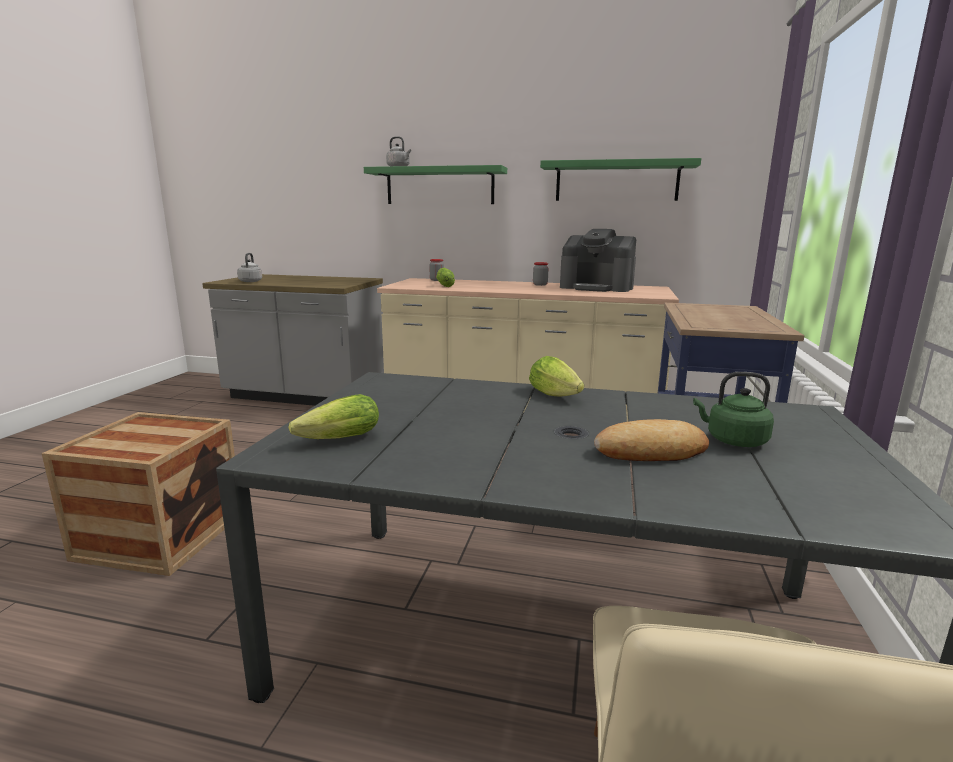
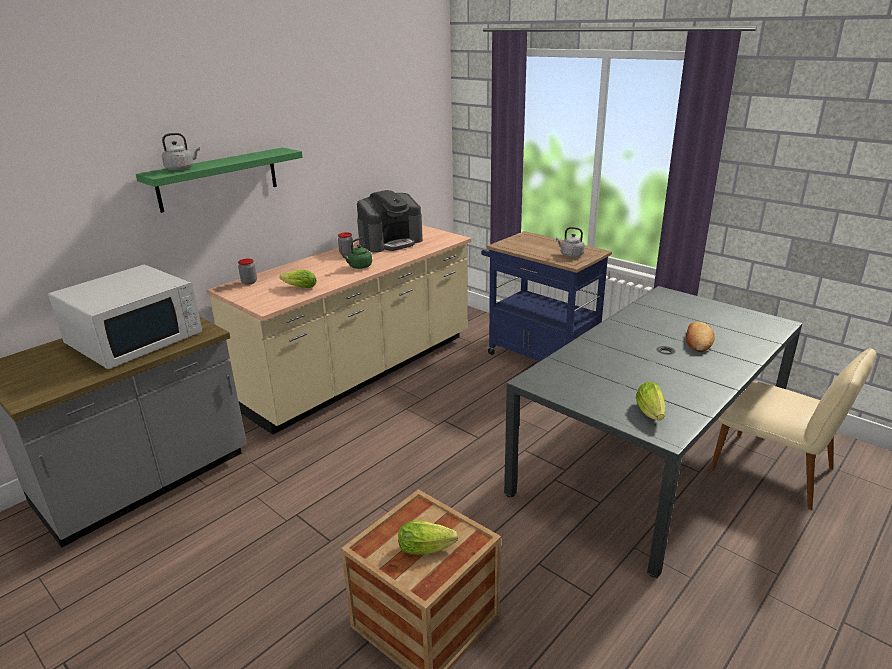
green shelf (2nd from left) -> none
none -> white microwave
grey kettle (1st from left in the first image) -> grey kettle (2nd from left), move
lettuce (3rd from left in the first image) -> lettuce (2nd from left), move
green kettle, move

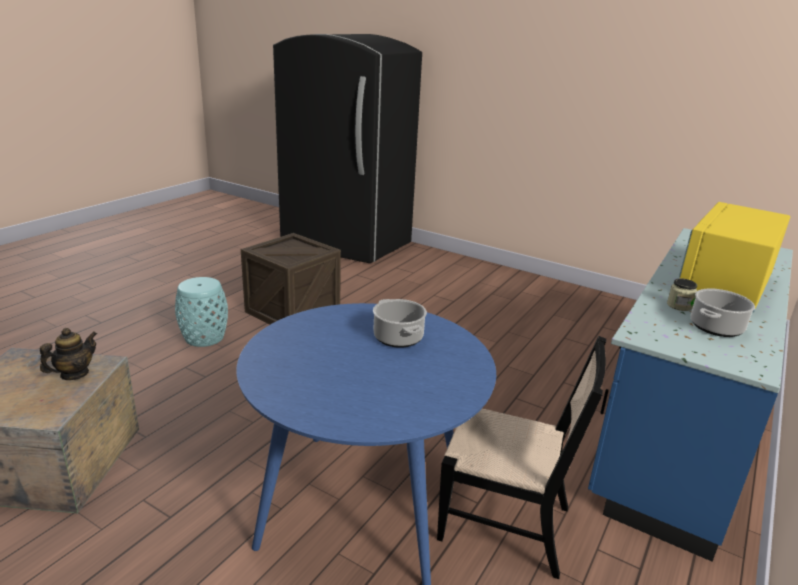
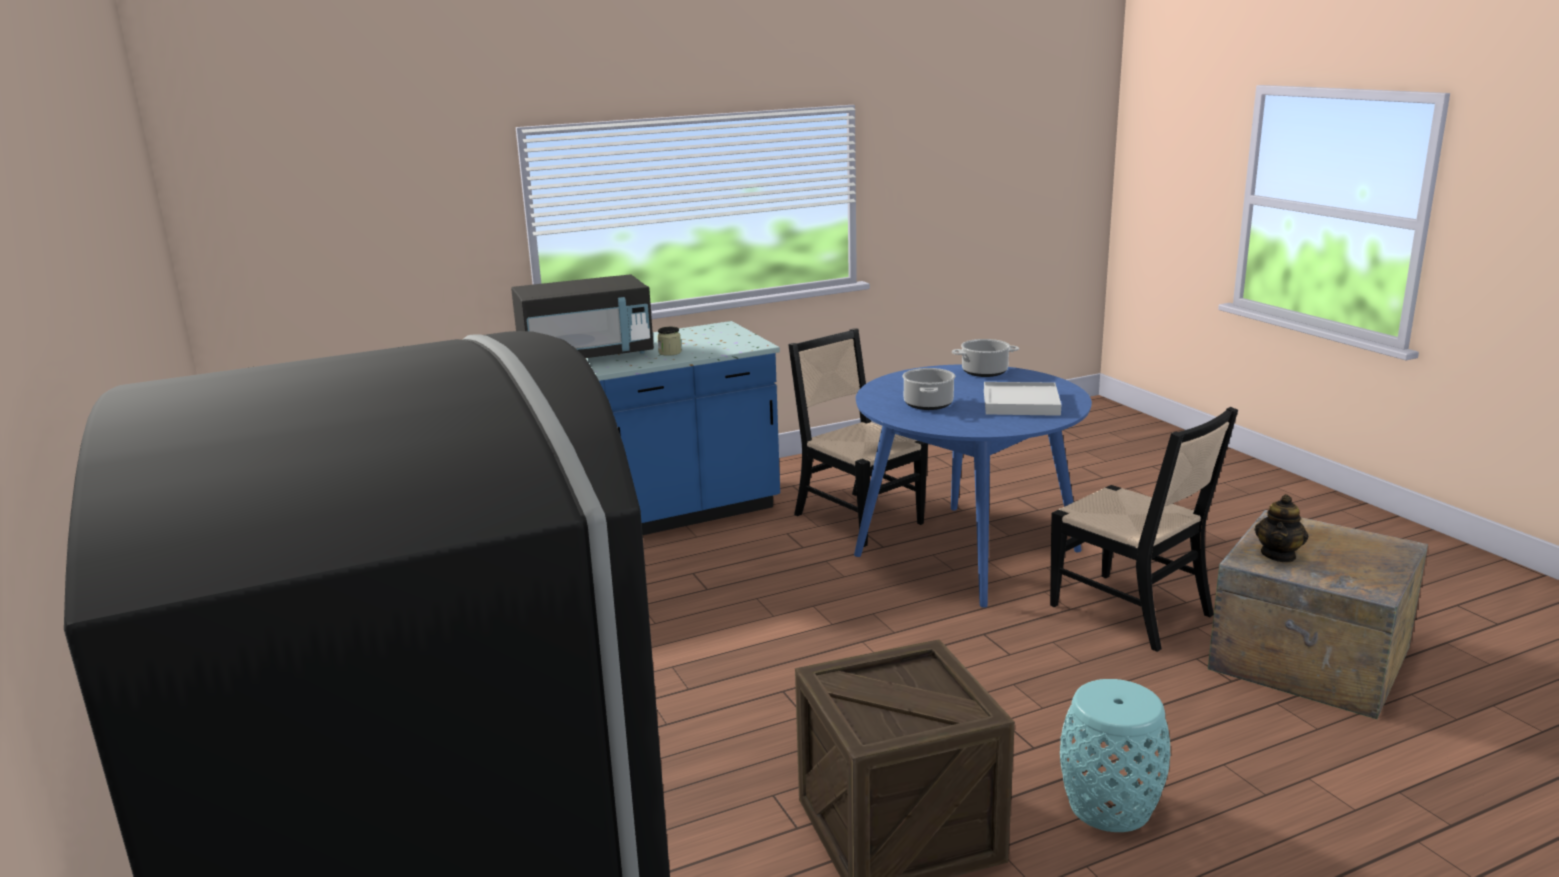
none -> white tray
none -> chair (2nd from left)
cooking pot (2nd from left), move
yellow microwave -> black microwave
teapot, 45 degrees counterclockwise

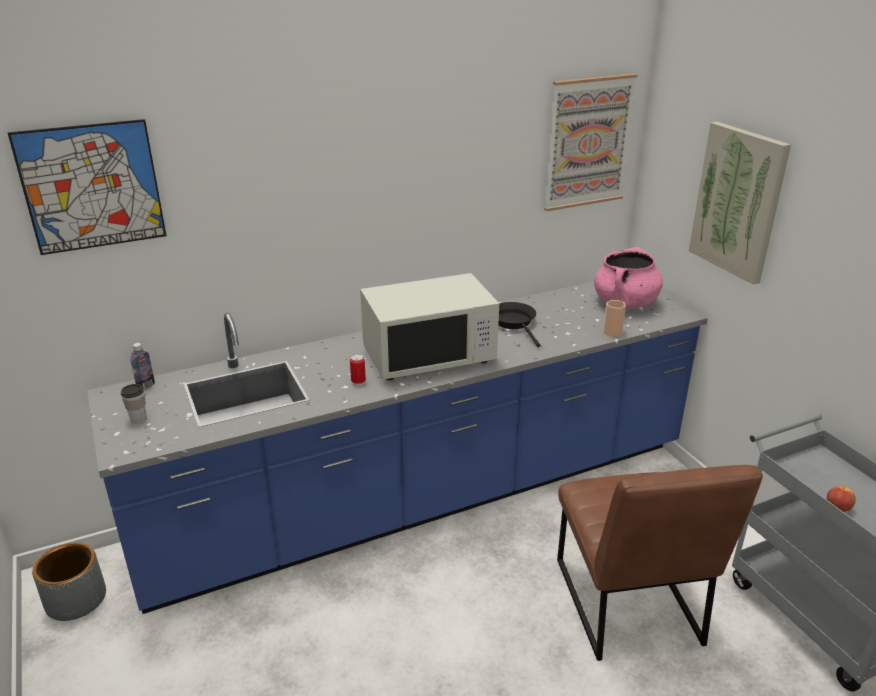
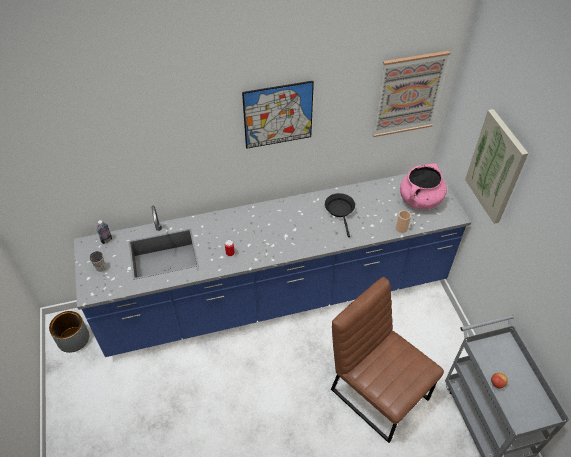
white microwave -> none
picture (1st from left), move
brown chair, 135 degrees clockwise

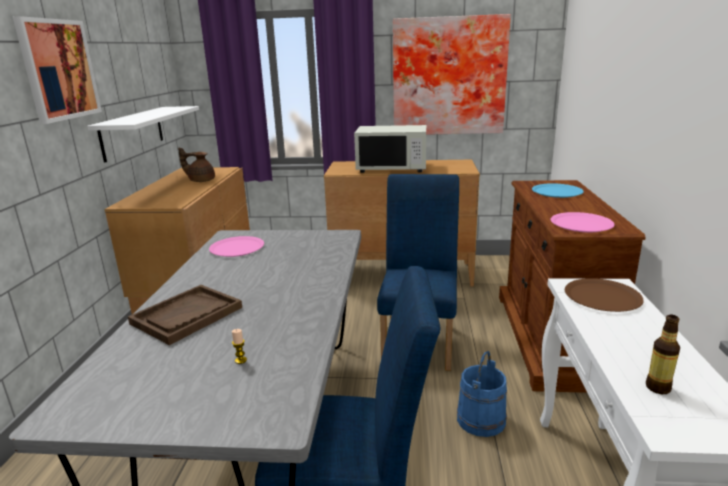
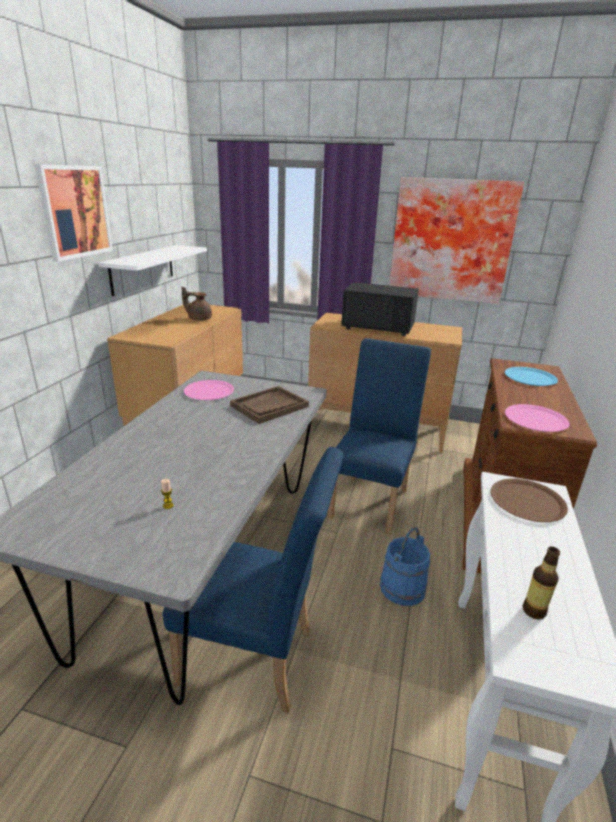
brown tray, move
white microwave -> black microwave

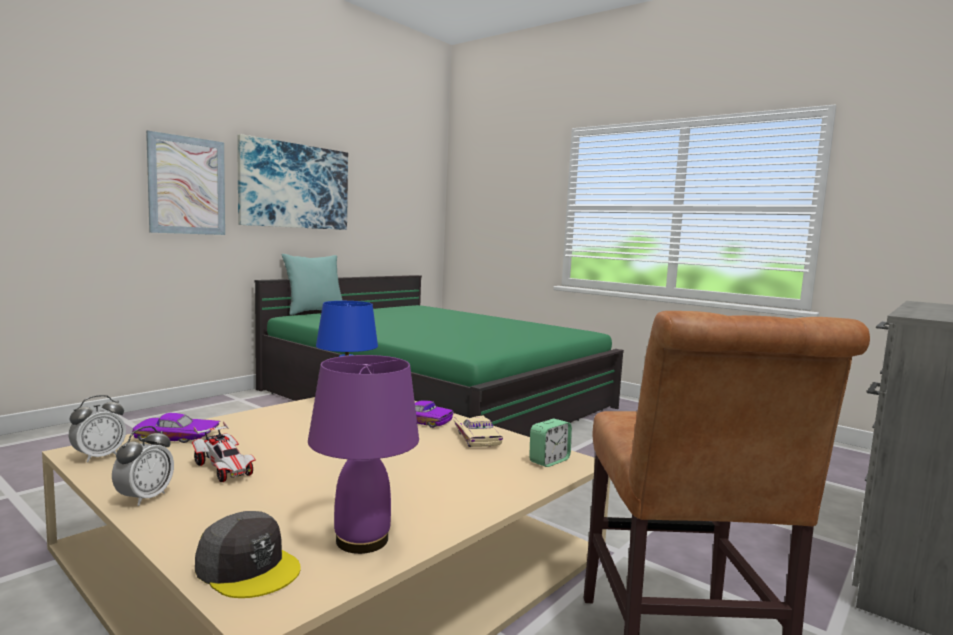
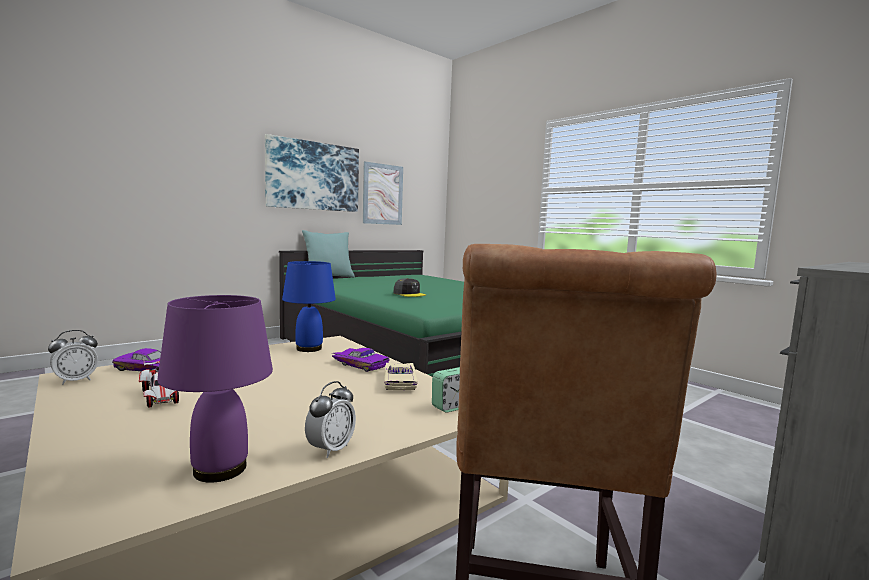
alarm clock (2nd from left), move
picture (1st from left in the first image) -> picture (2nd from left), move
grey cap, move

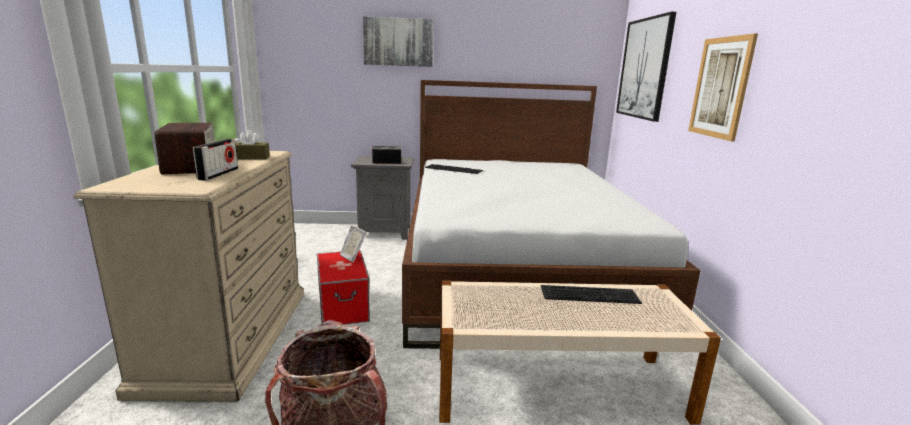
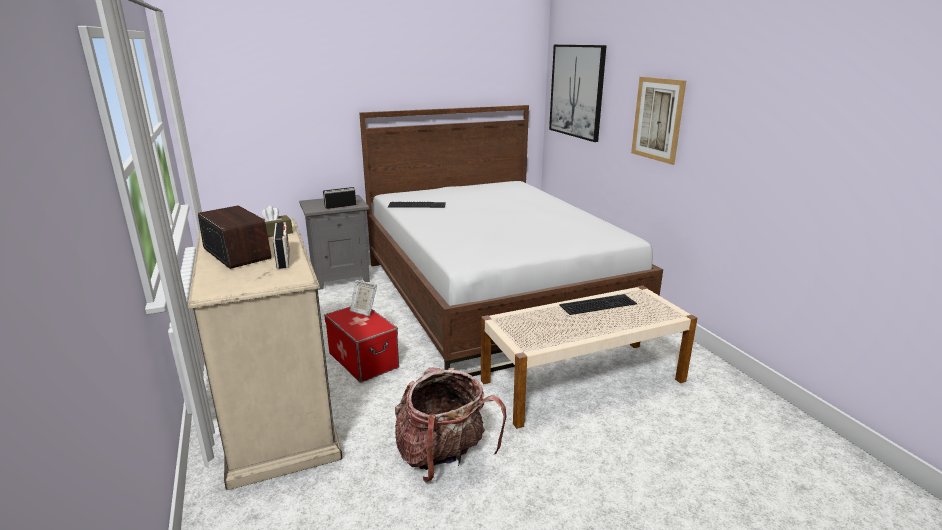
picture (1st from left) -> none

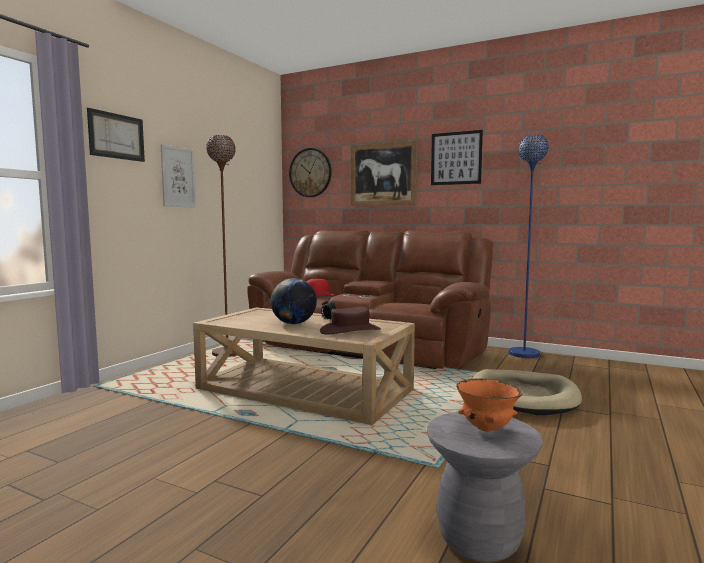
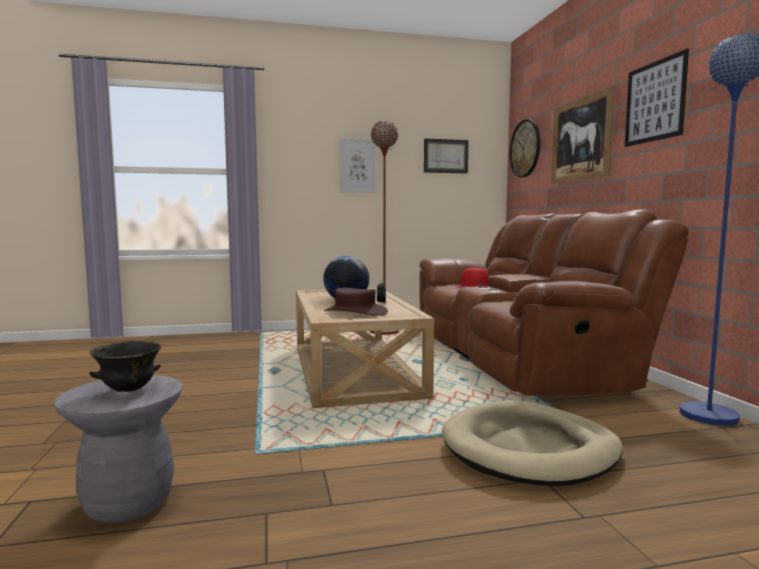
picture (1st from left in the first image) -> picture (2nd from left), move
orange bowl -> black bowl

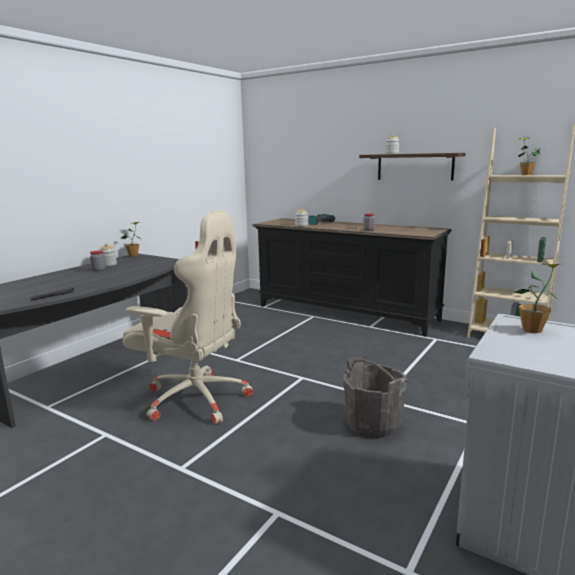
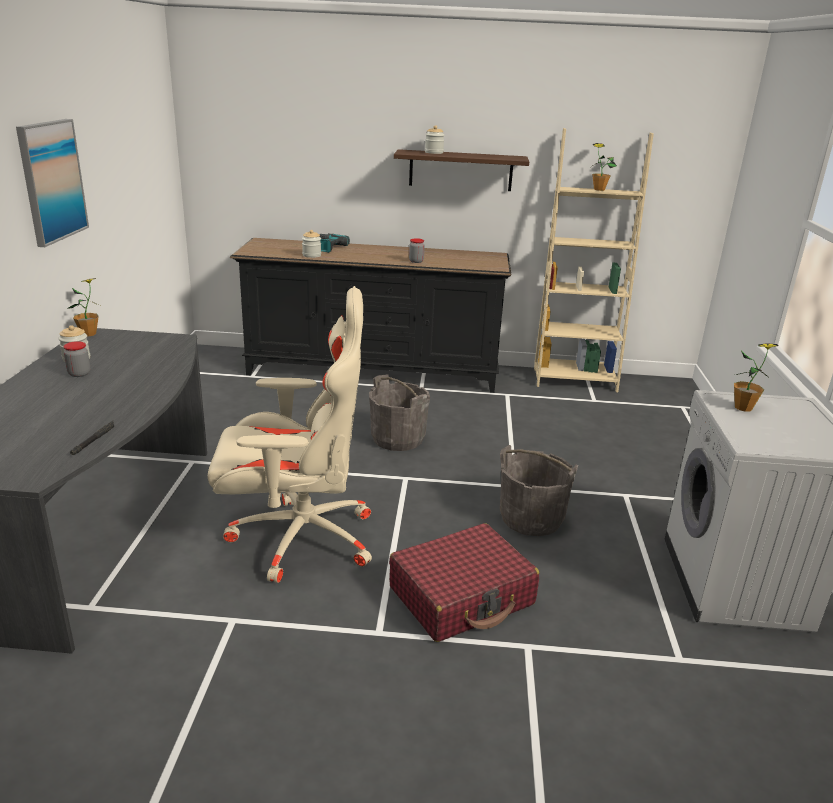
none -> picture
none -> grey bucket (1st from left)
none -> red suitcase

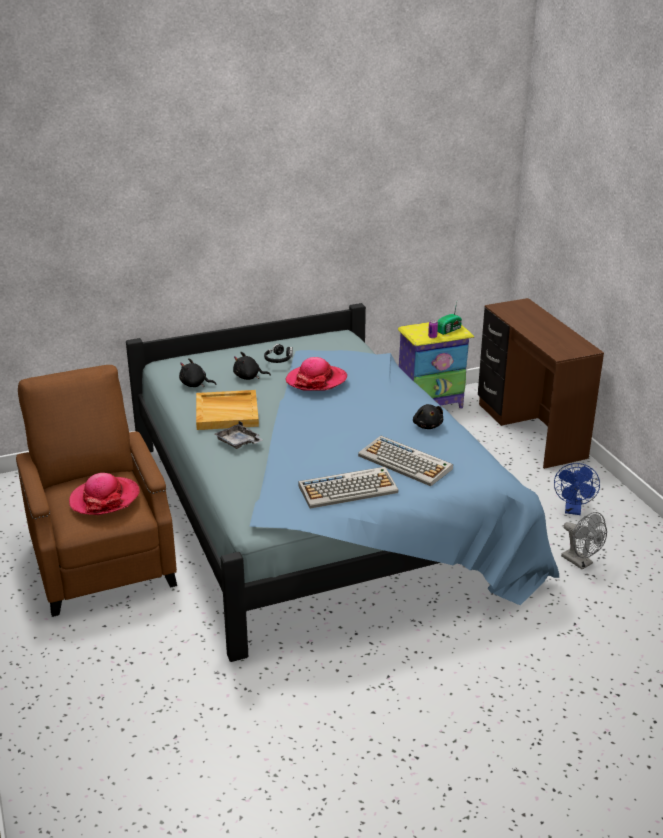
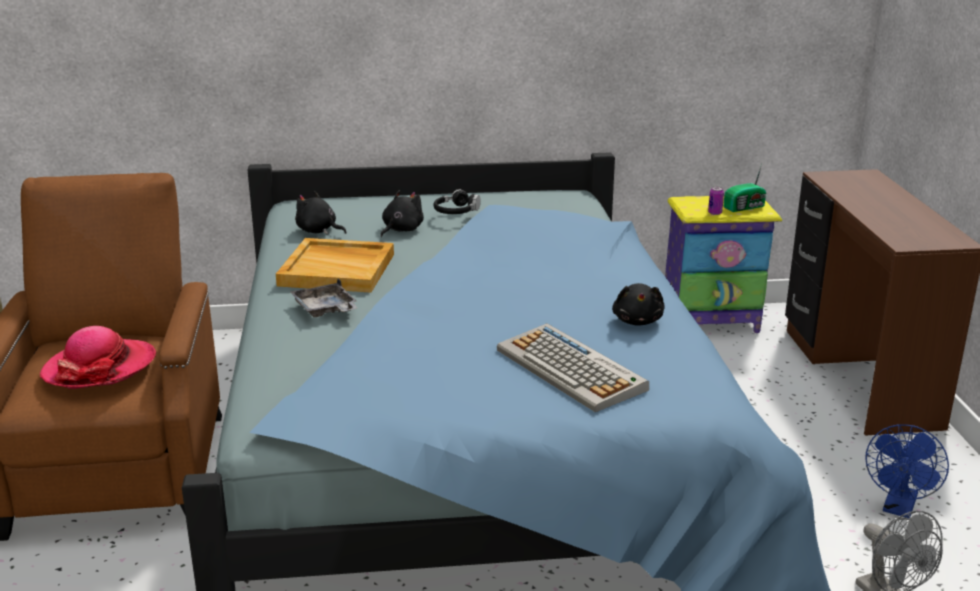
hat (2nd from left) -> none
keyboard (1st from left) -> none
black plush toy (2nd from left), 105 degrees clockwise

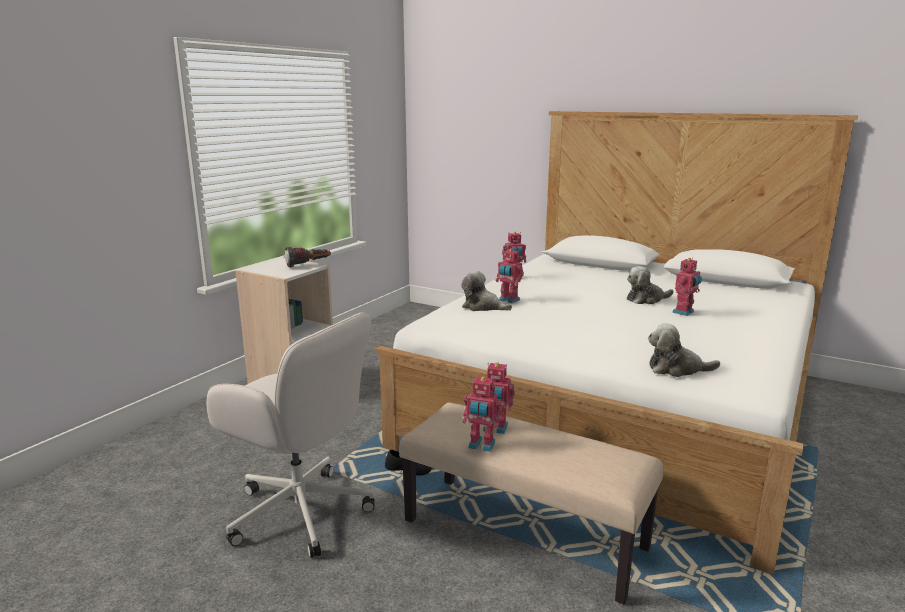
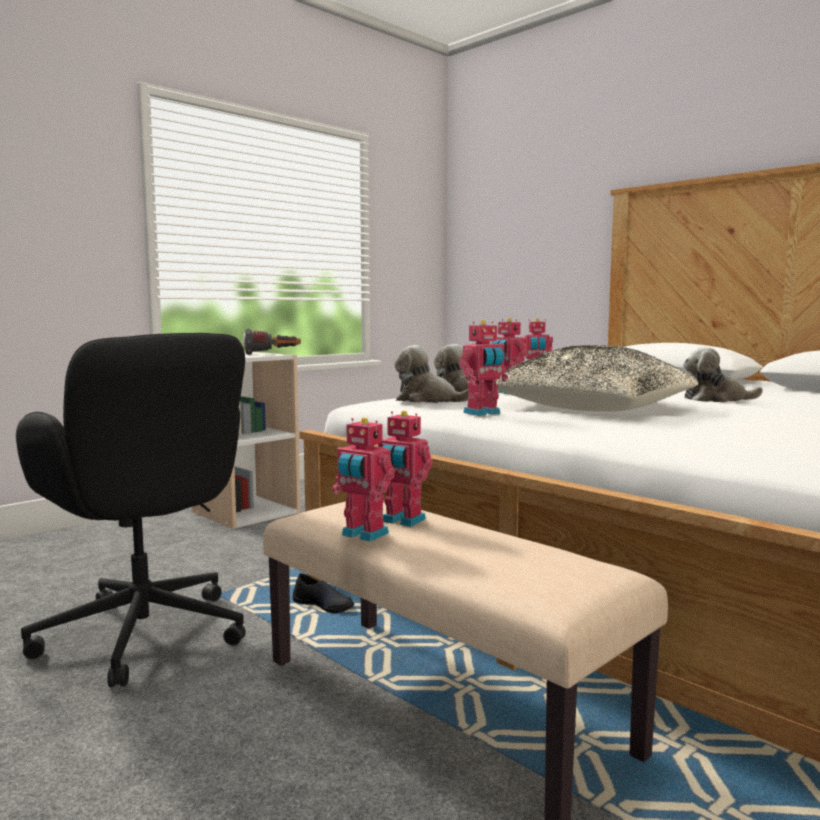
none -> beige pillow
plush toy (3rd from left in the first image) -> plush toy (1st from left), move
toy robot (5th from left in the first image) -> toy robot (3rd from left), move
white office chair -> black office chair

